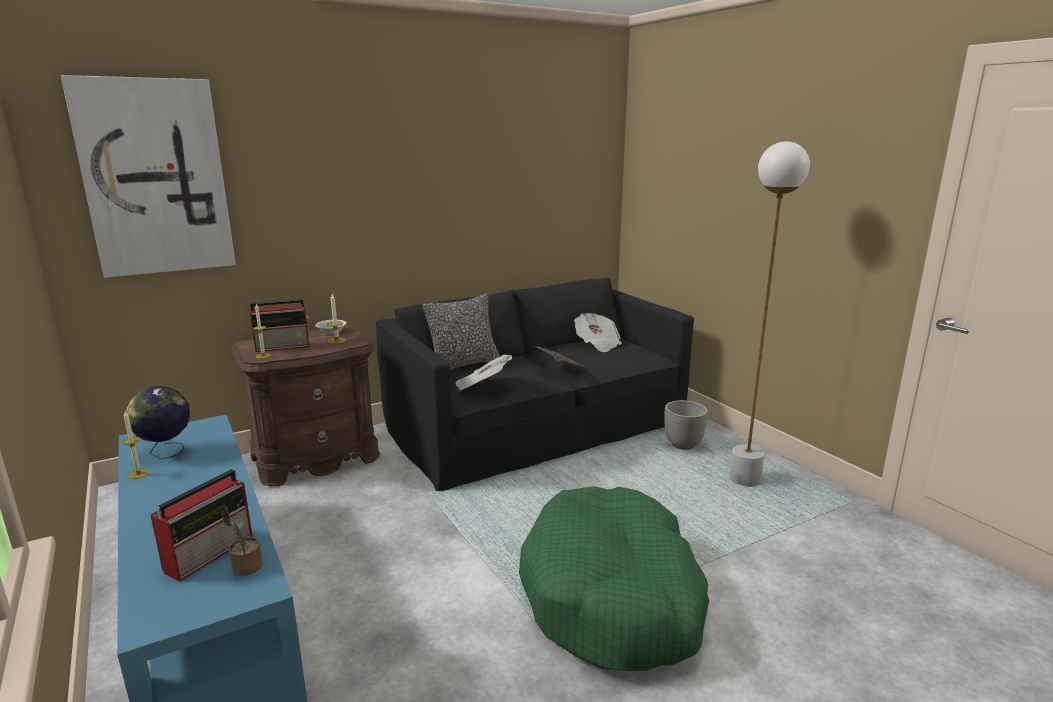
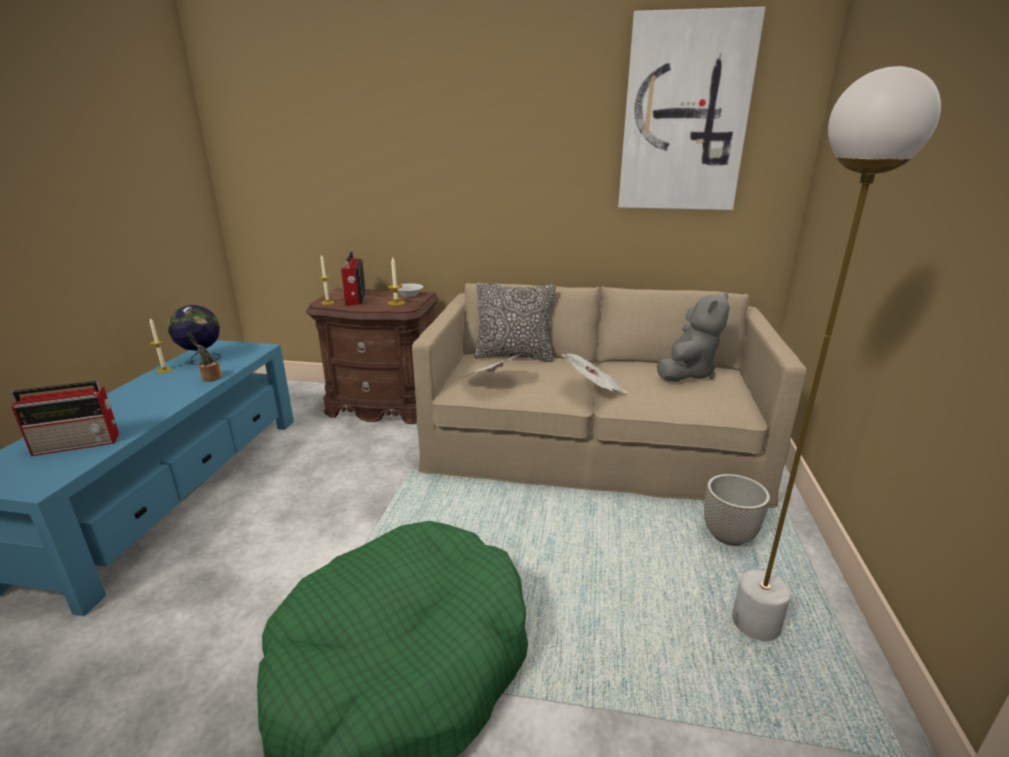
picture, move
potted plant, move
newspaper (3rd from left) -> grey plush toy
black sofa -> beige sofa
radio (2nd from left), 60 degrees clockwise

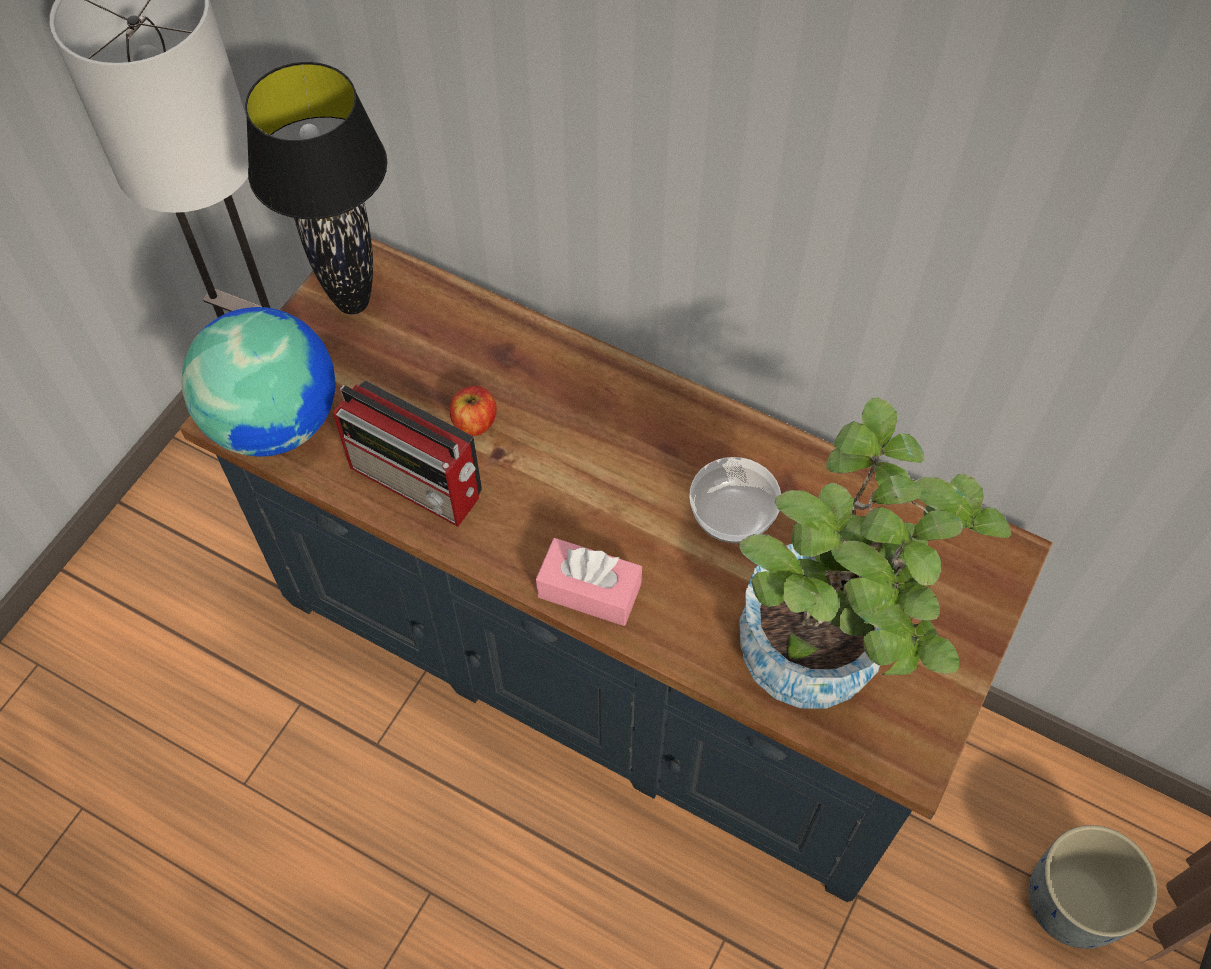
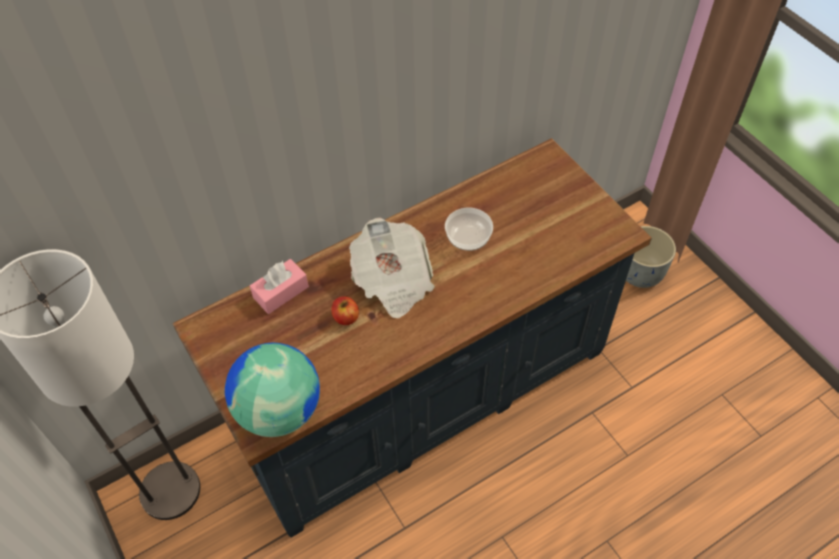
black table lamp -> none
radio -> none
potted plant -> none
none -> newspaper
pink tissue box, move

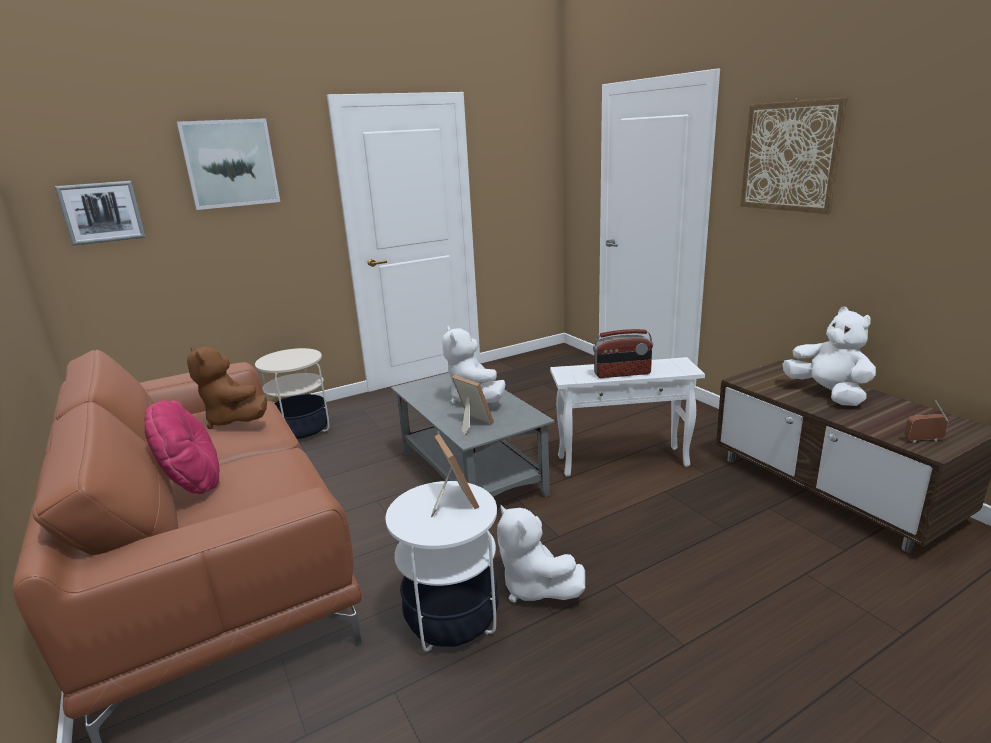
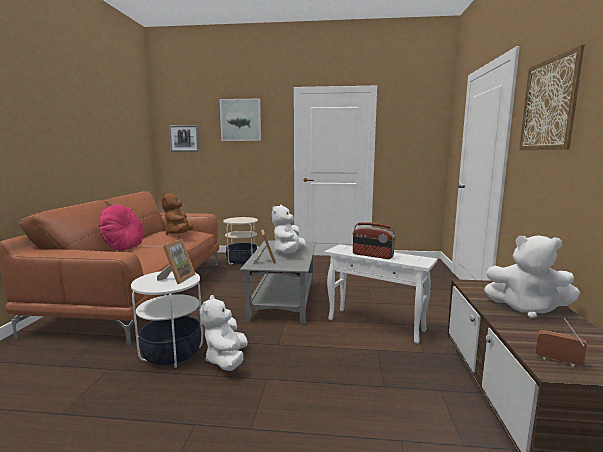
white plush toy (3rd from left), 105 degrees clockwise

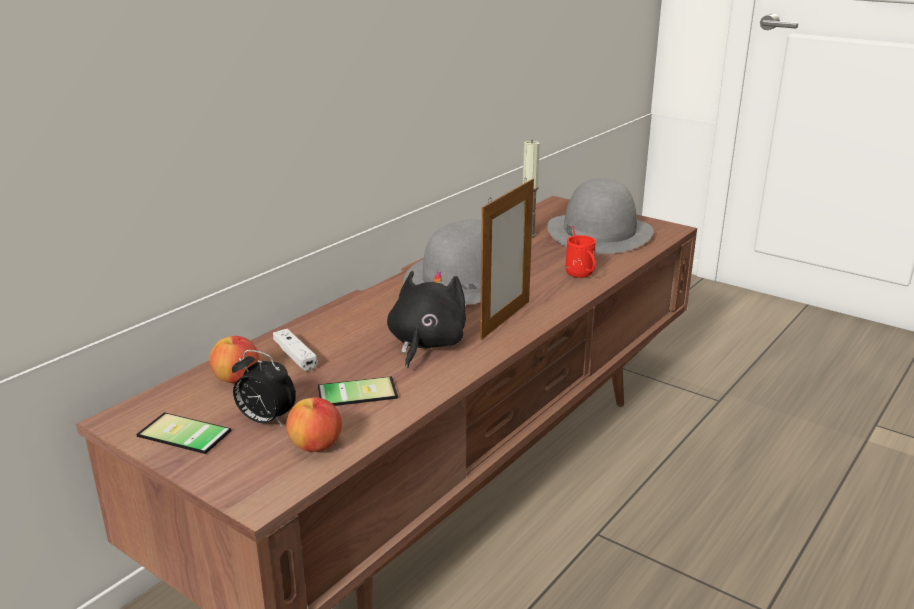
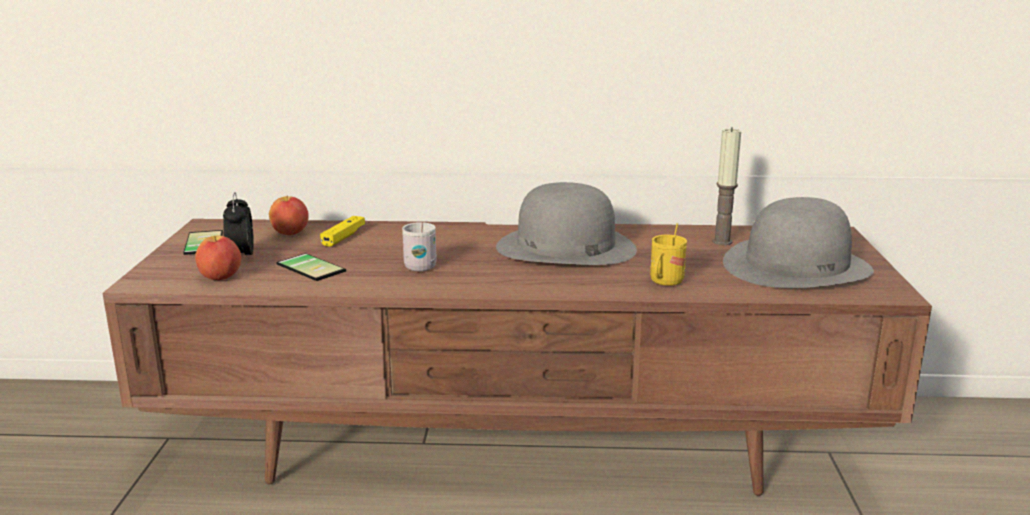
picture frame -> none
black plush toy -> white mug
white game controller -> yellow game controller
red mug -> yellow mug

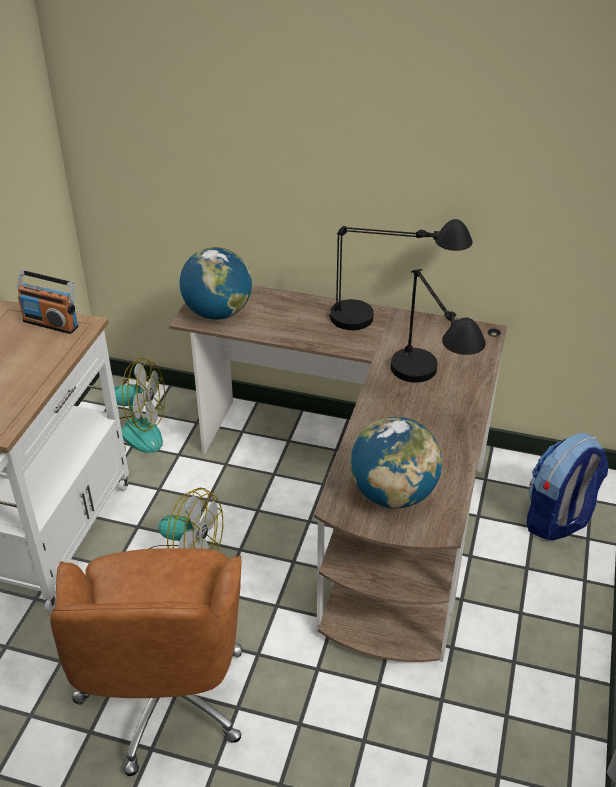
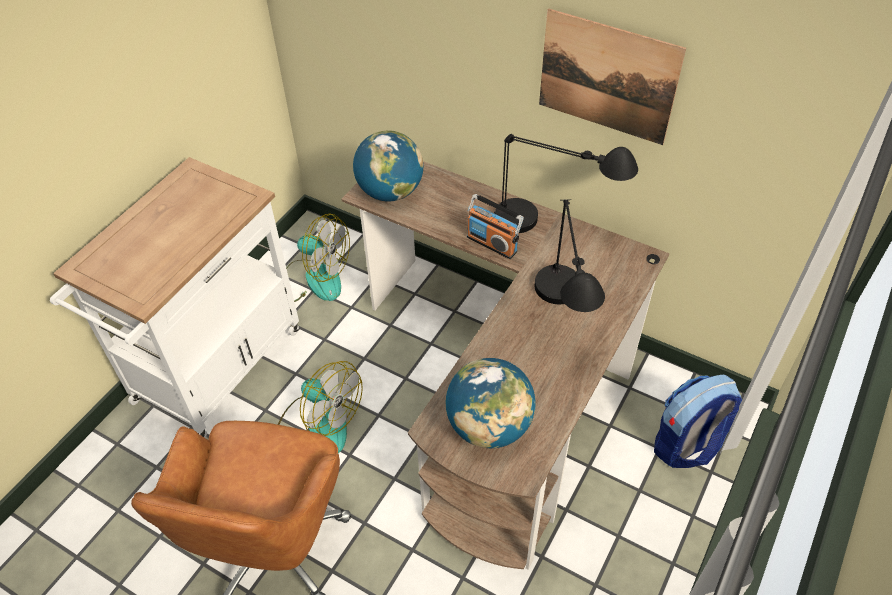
none -> picture
radio, move

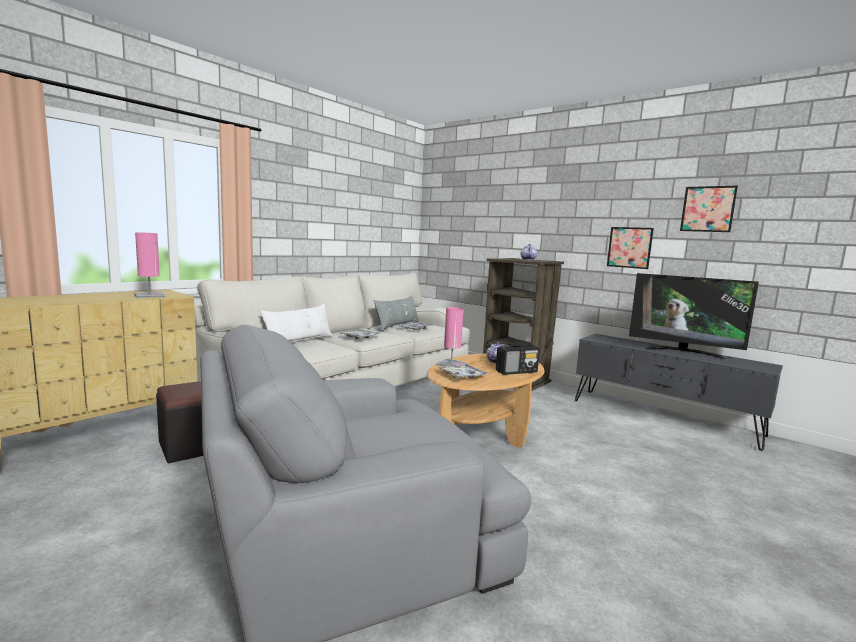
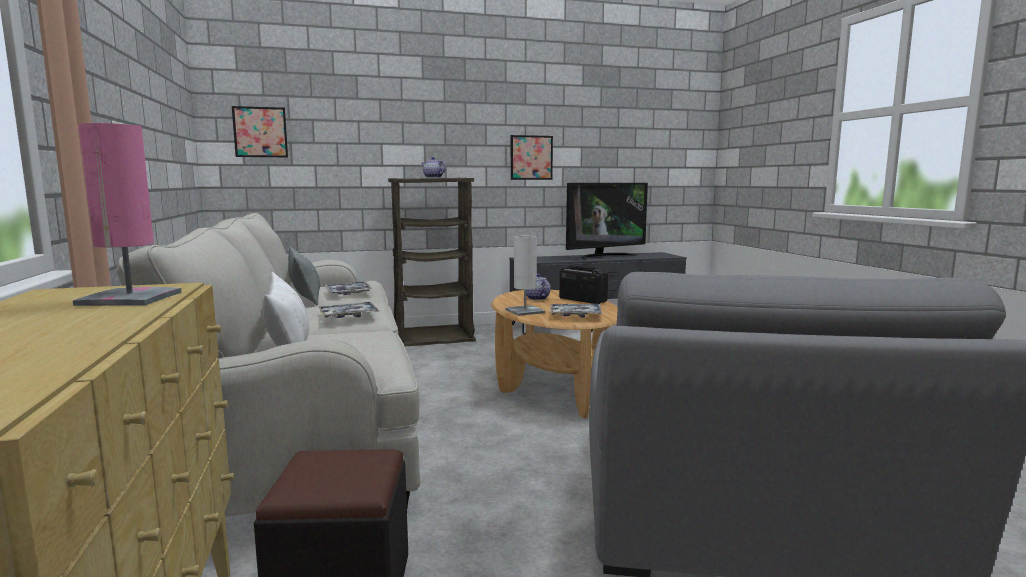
picture (2nd from left in the first image) -> picture (1st from left), move
pink table lamp (2nd from left) -> white table lamp
radio, 60 degrees counterclockwise

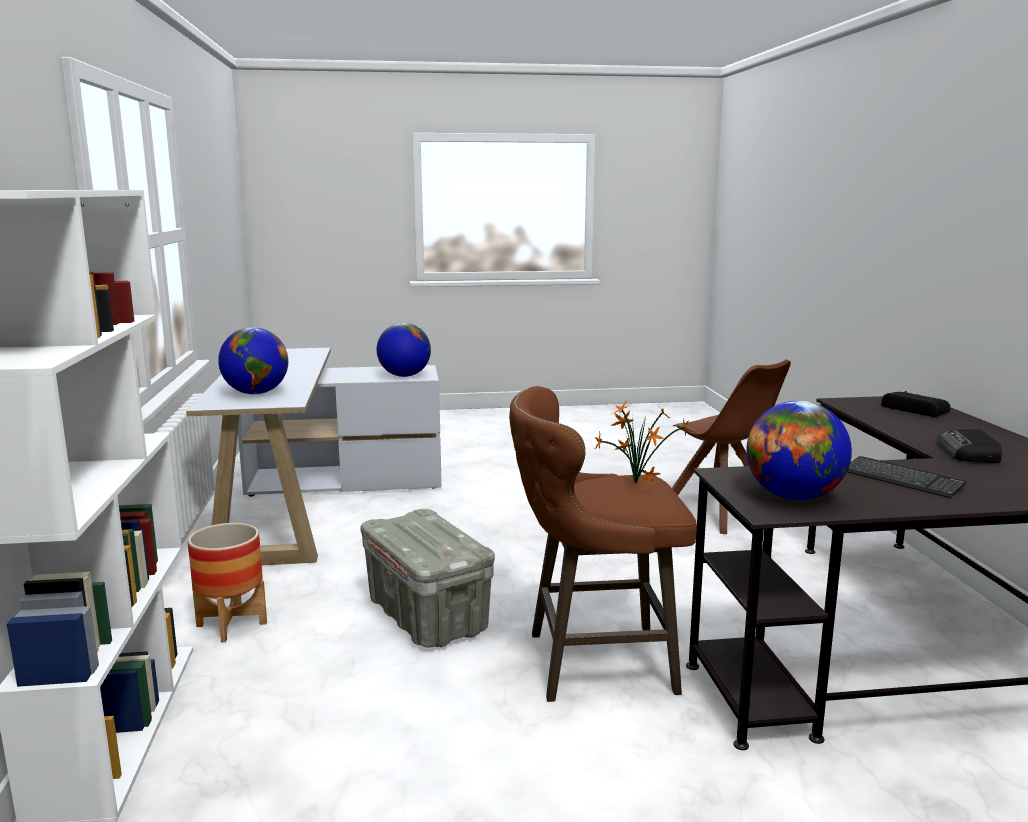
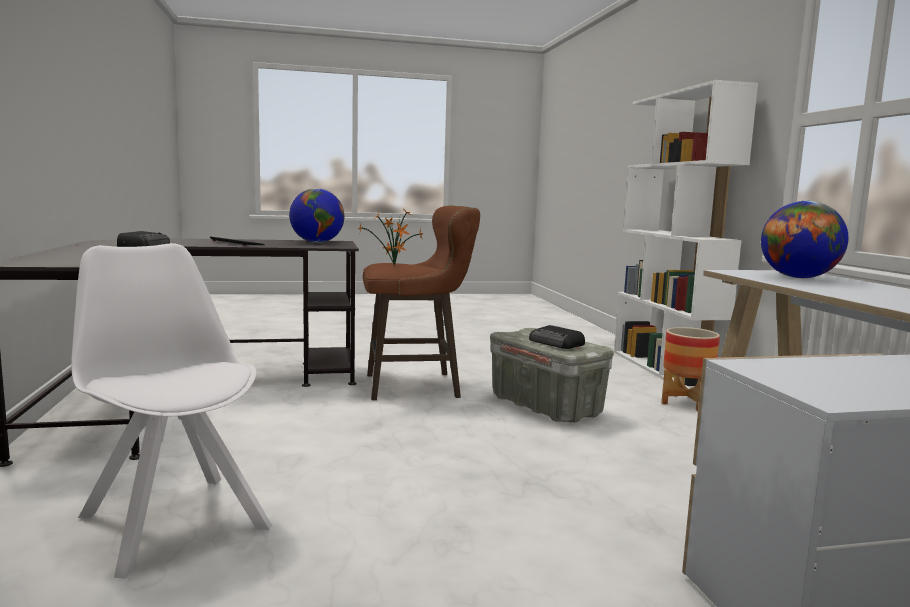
globe (2nd from left) -> none
radio (1st from left in the first image) -> radio (2nd from left), move
brown chair -> white chair

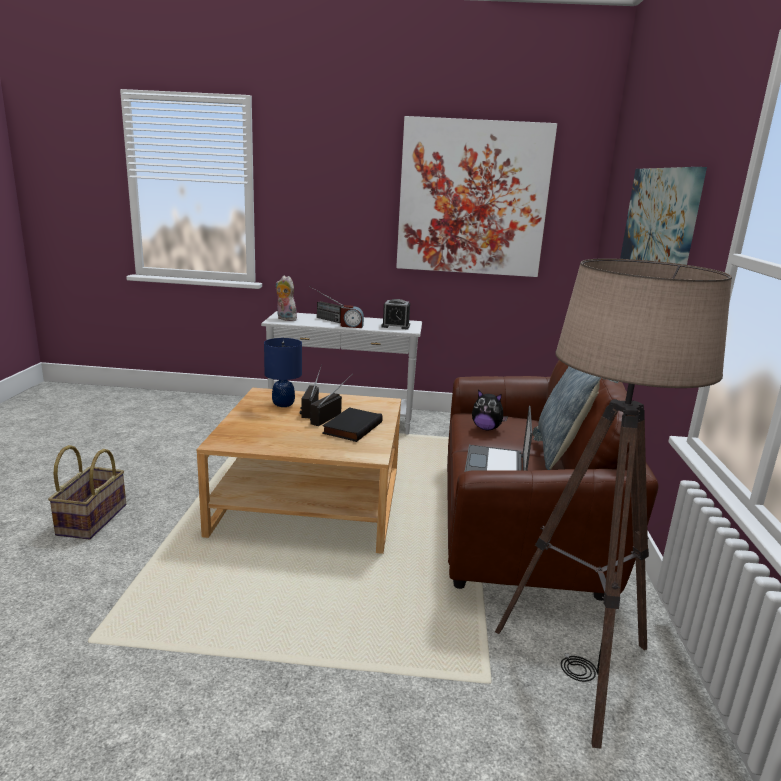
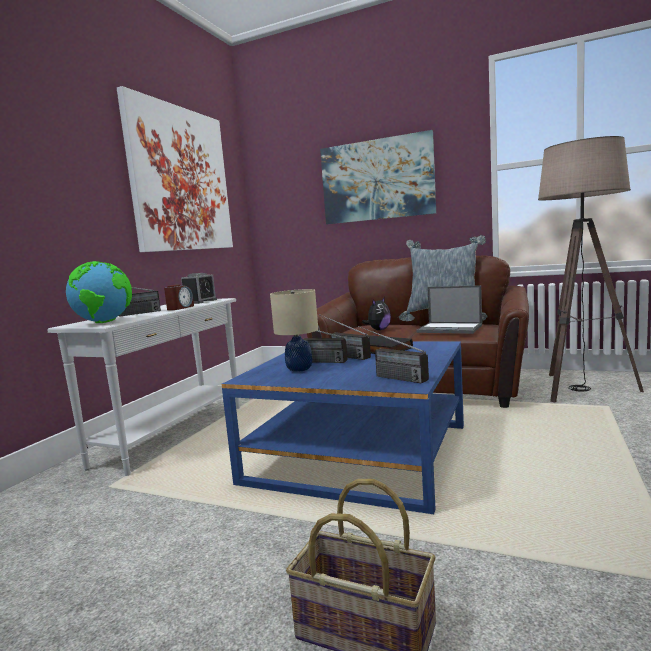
none -> radio (4th from left)
plush toy (1st from left) -> globe
beige coffee table -> blue coffee table
blue table lamp -> beige table lamp

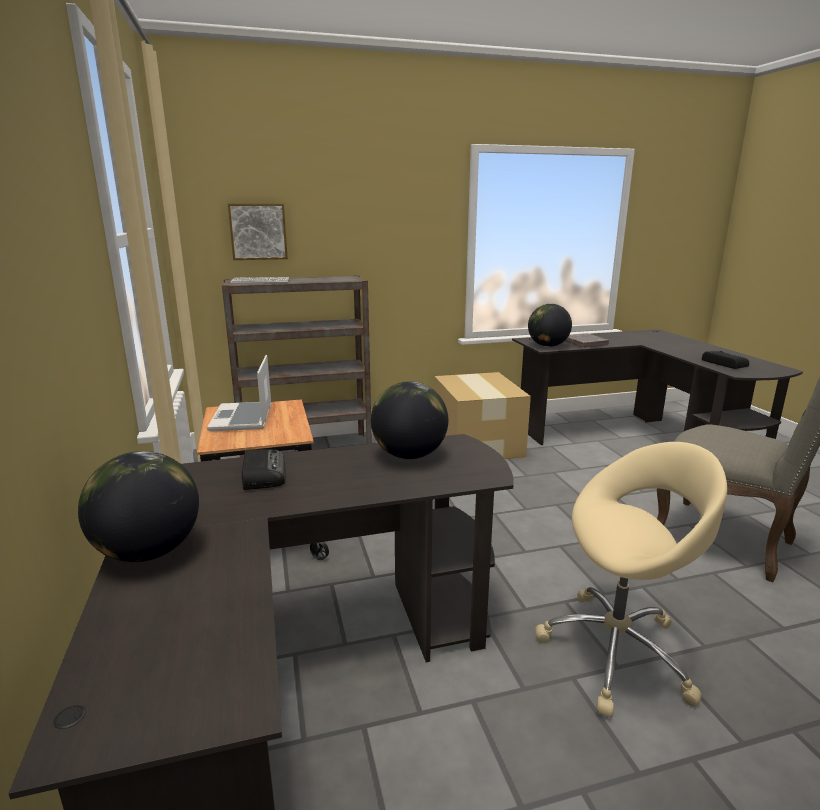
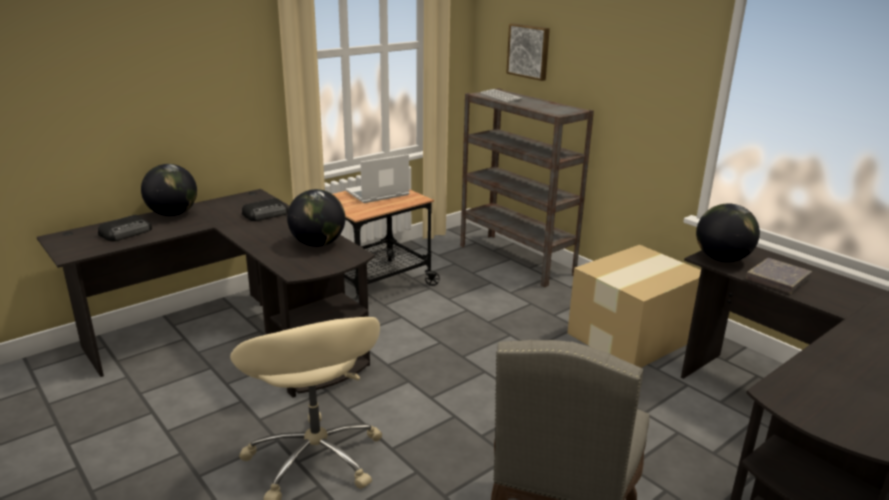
radio (2nd from left in the first image) -> radio (1st from left), move

